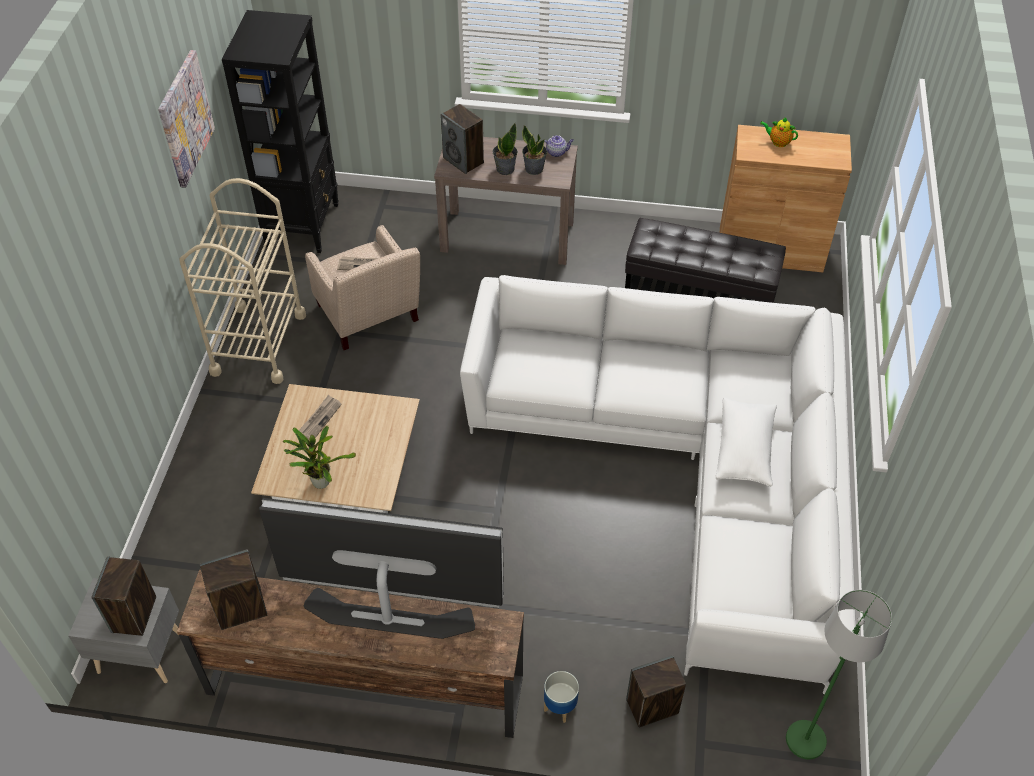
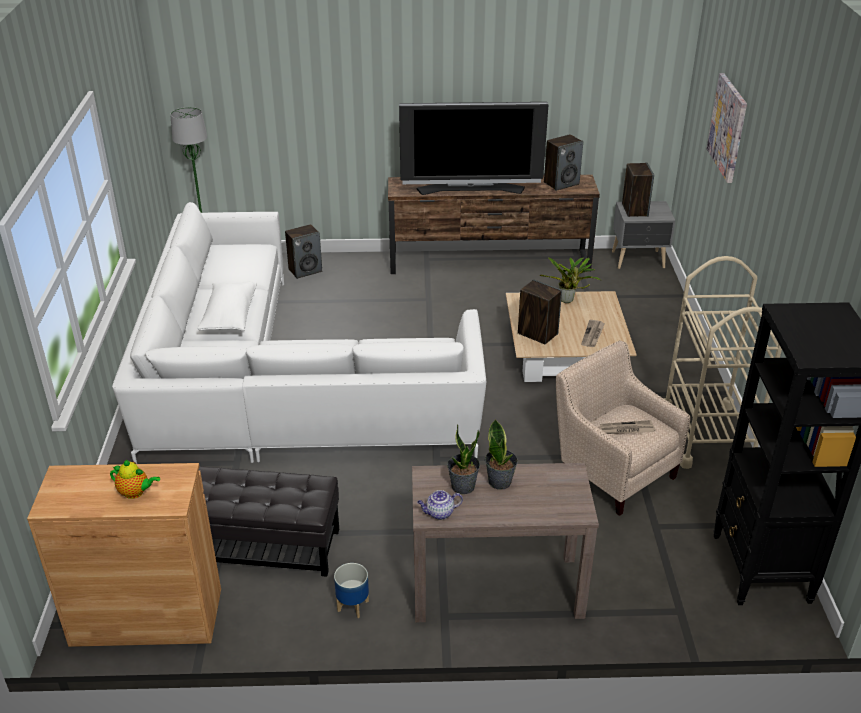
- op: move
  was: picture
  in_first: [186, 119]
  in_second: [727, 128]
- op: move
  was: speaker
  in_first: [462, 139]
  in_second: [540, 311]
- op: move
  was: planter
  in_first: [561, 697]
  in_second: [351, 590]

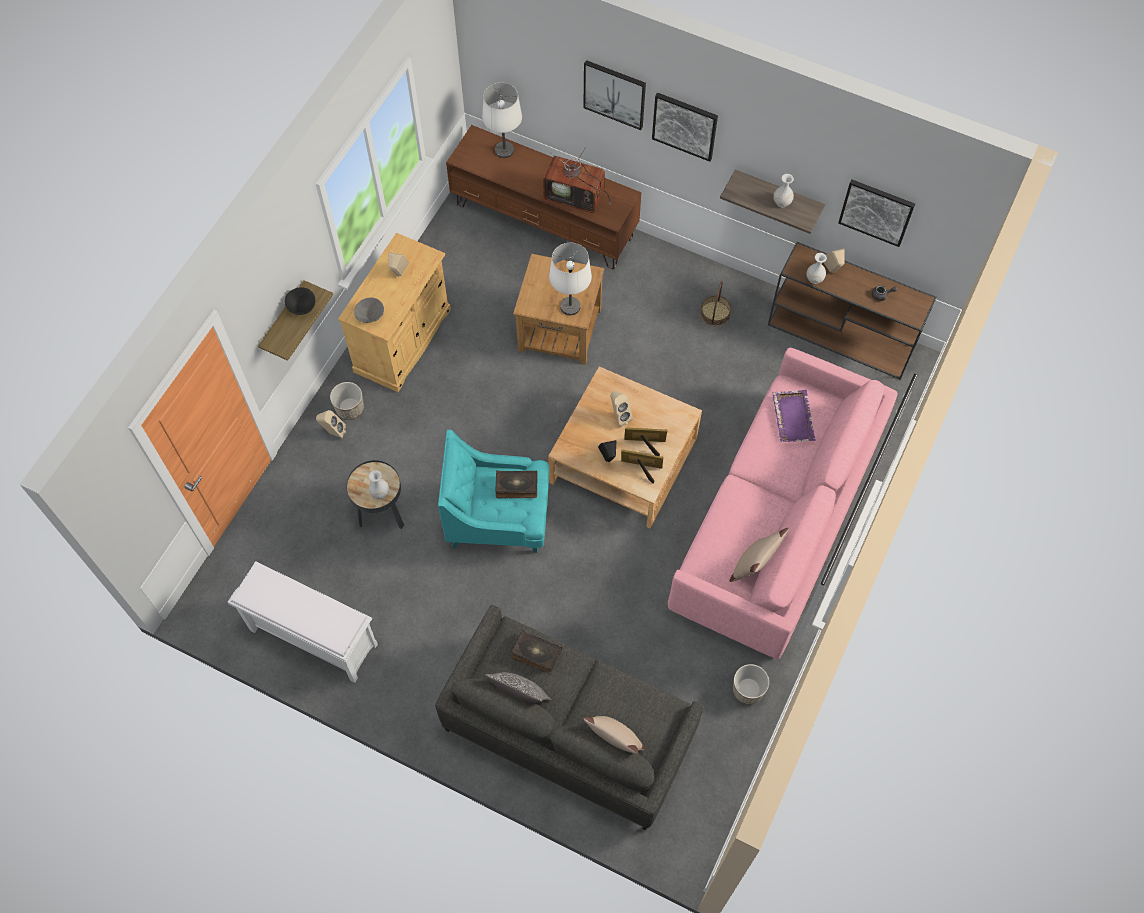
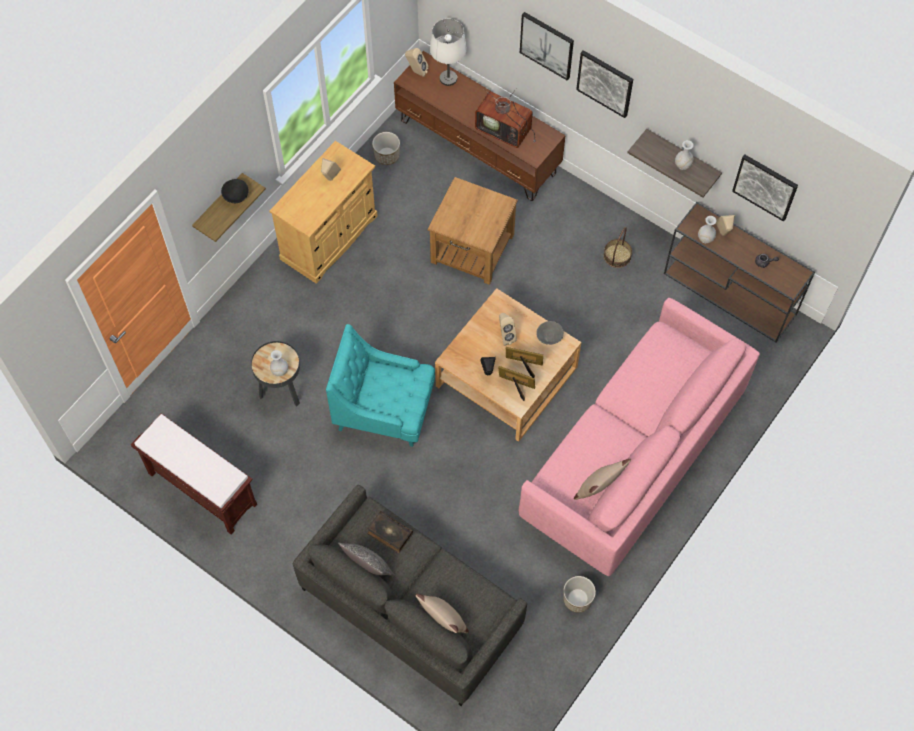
- op: delete
  was: book
  in_first: [516, 484]
- op: delete
  was: table lamp (white)
  in_first: [570, 279]
- op: delete
  was: tray (purple)
  in_first: [794, 416]
- op: move
  was: speaker (beige)
  in_first: [331, 424]
  in_second: [416, 62]
- op: move
  was: planter
  in_first: [347, 401]
  in_second: [386, 148]
- op: move
  was: bowl (grey)
  in_first: [369, 310]
  in_second: [550, 333]
- op: recolor
  was: bench (white)
  now: bench (brown)
  in_first: [303, 622]
  in_second: [194, 474]

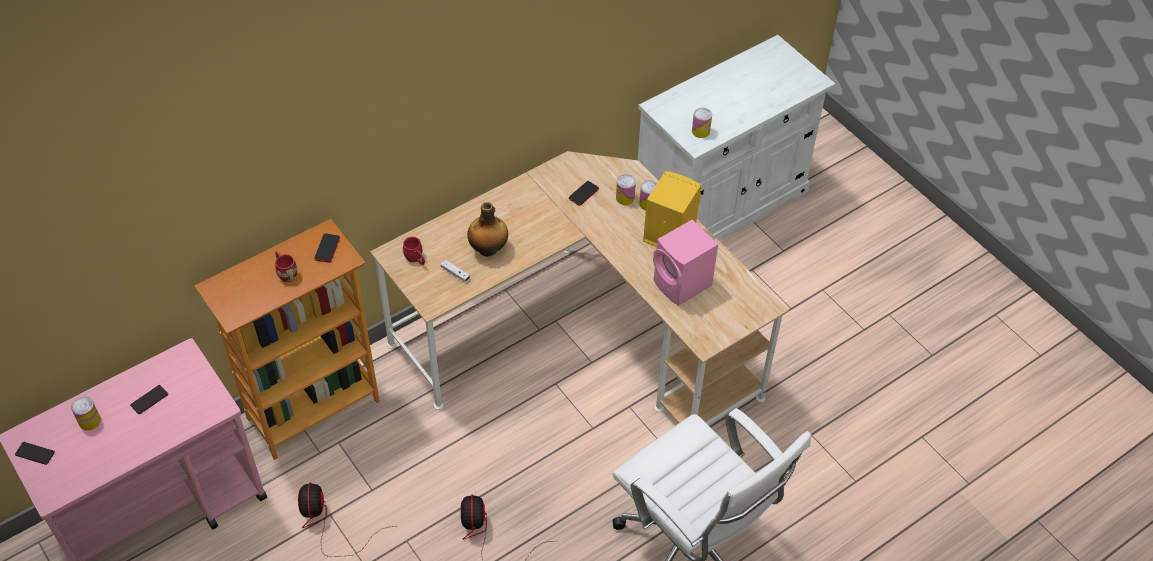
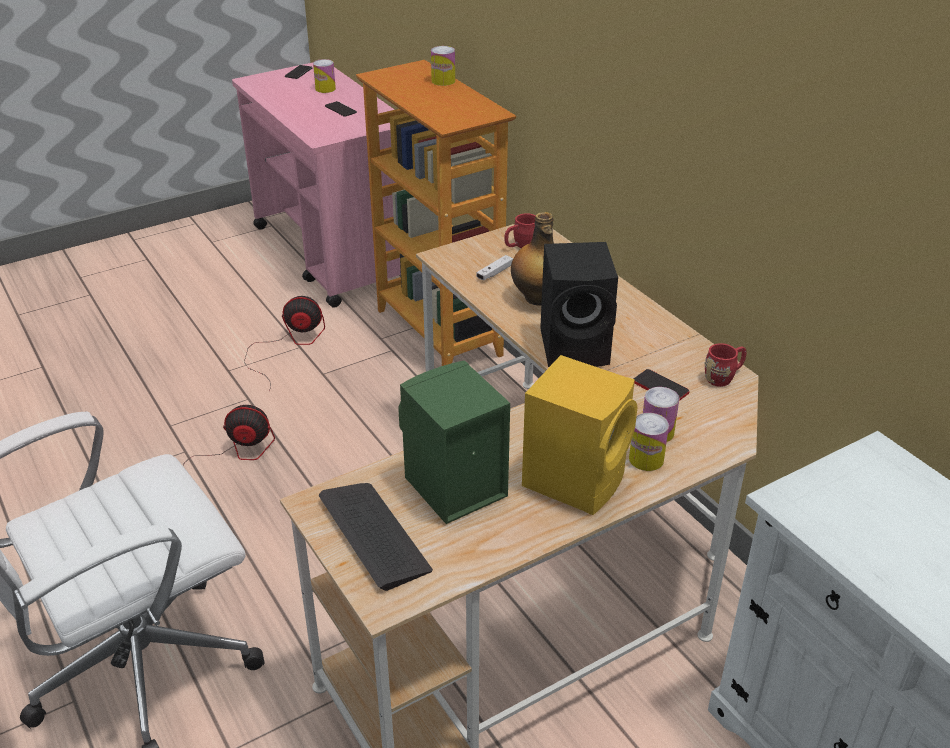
- op: delete
  was: phone
  in_first: [327, 248]
- op: insert
  now: keyboard
  in_second: [376, 537]
- op: insert
  now: speaker (black)
  in_second: [579, 304]
- op: move
  was: mug (red)
  in_first: [286, 266]
  in_second: [726, 365]
- op: move
  was: can
  in_first: [702, 123]
  in_second: [443, 66]
- op: recolor
  was: speaker (pink)
  now: speaker (green)
  in_first: [685, 263]
  in_second: [454, 442]

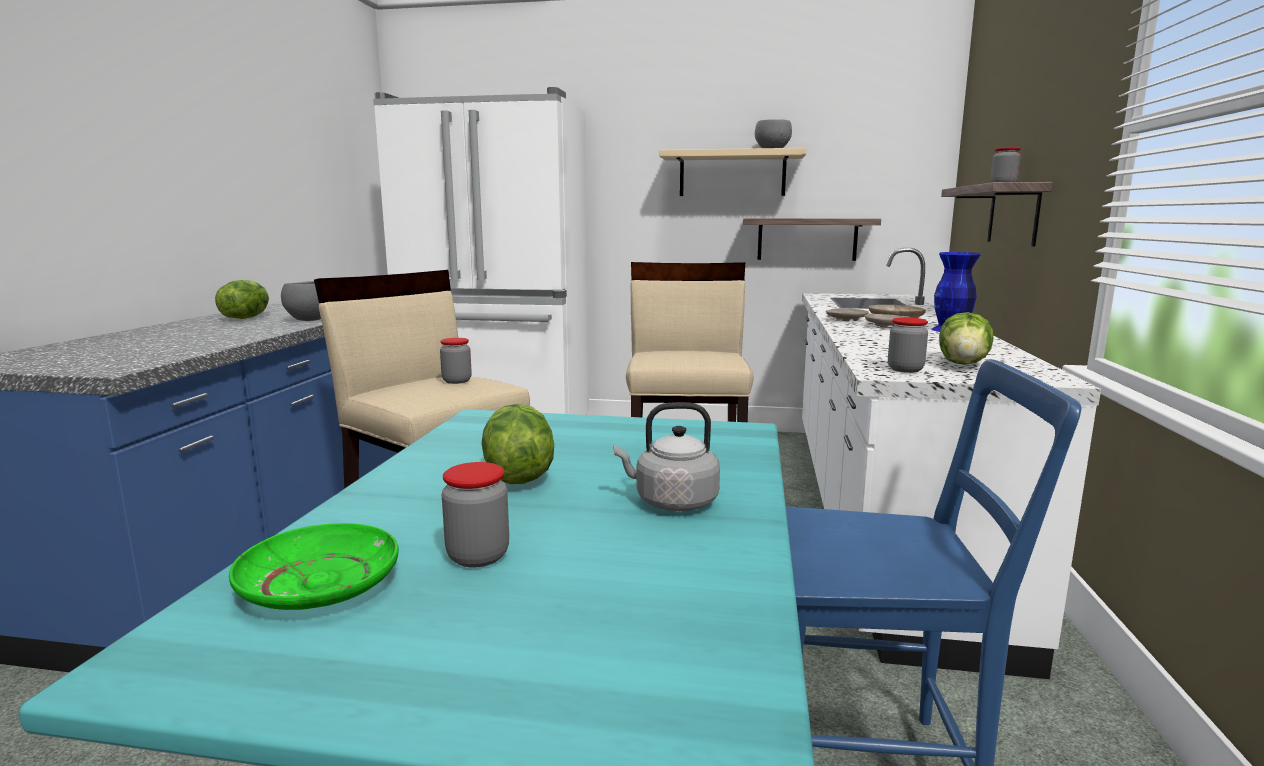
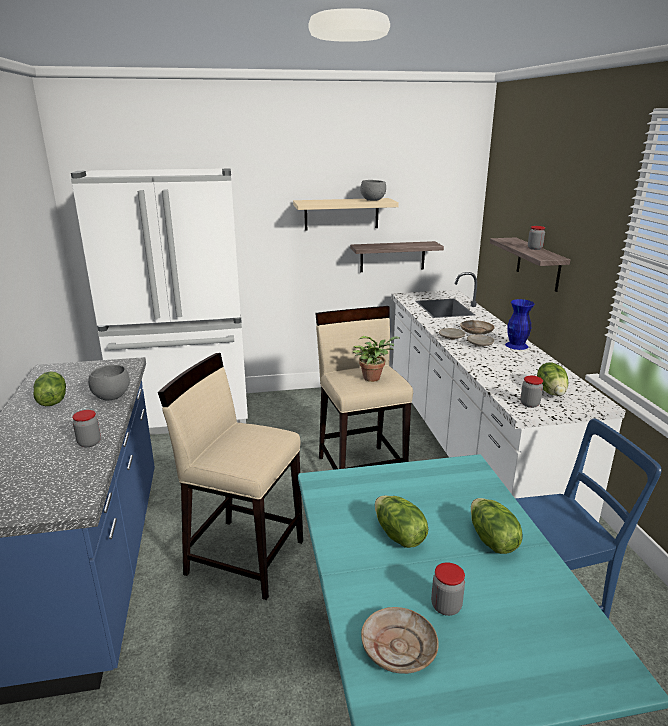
- op: insert
  now: potted plant
  in_second: [376, 359]
- op: move
  was: jar
  in_first: [456, 361]
  in_second: [86, 428]
- op: replace
  was: kettle (grey)
  now: lettuce
  in_first: [667, 456]
  in_second: [496, 526]
- op: recolor
  was: plate (green)
  now: plate (beige)
  in_first: [314, 566]
  in_second: [400, 640]

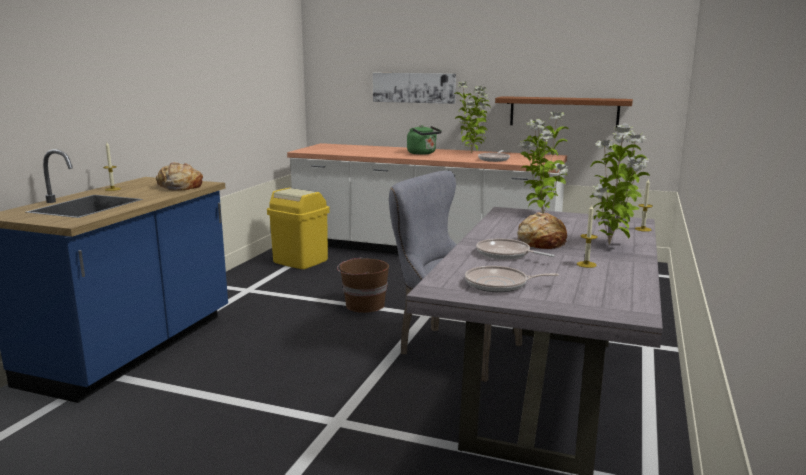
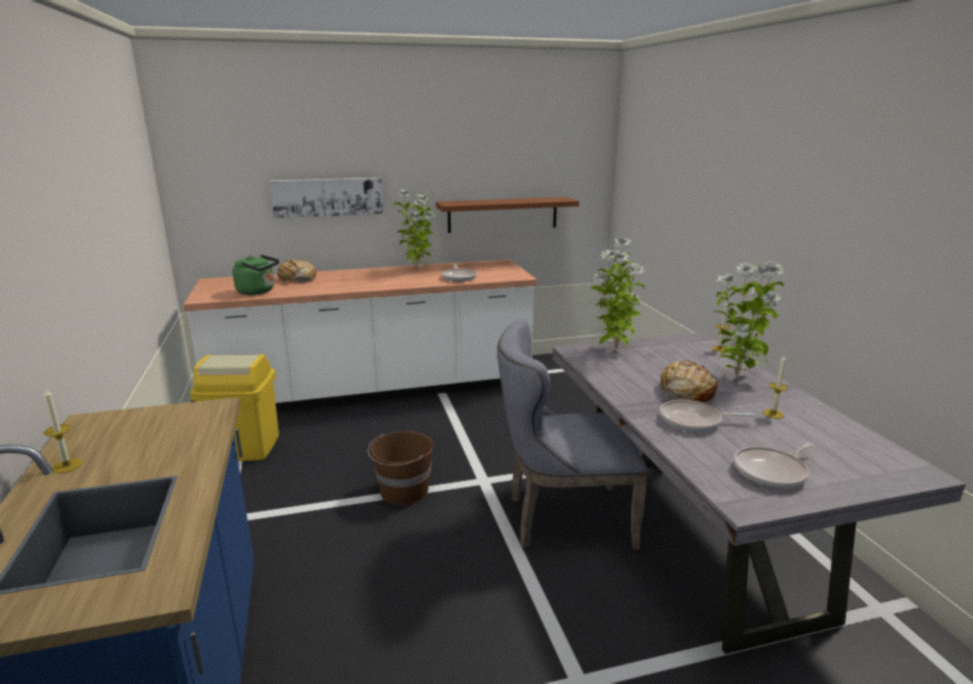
- op: move
  was: bread
  in_first: [179, 176]
  in_second: [296, 271]
- op: move
  was: kettle (green)
  in_first: [424, 140]
  in_second: [255, 275]

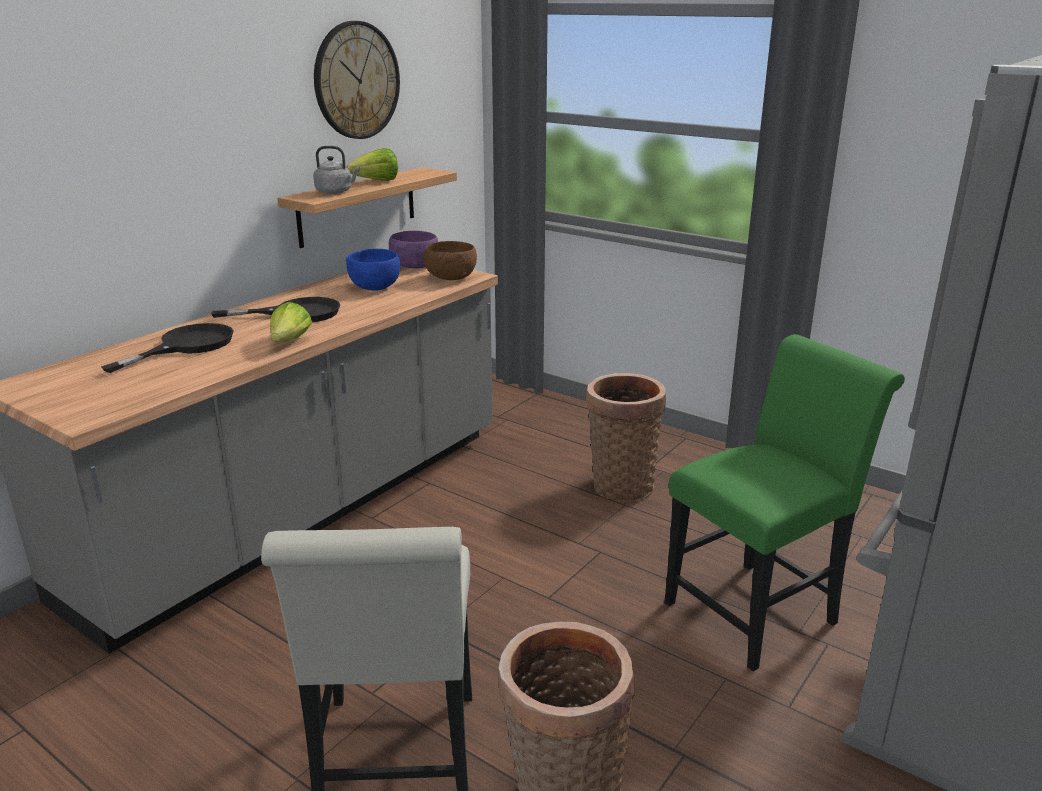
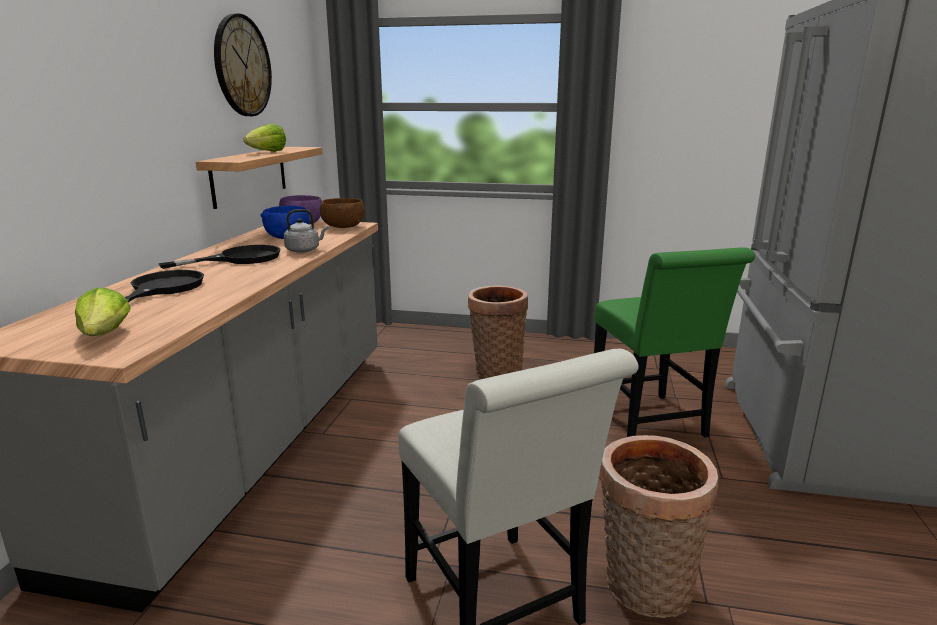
- op: move
  was: lettuce
  in_first: [291, 322]
  in_second: [103, 312]
- op: move
  was: kettle (grey)
  in_first: [336, 170]
  in_second: [306, 231]
- op: rotate
  was: chair (green)
  in_first: [784, 502]
  in_second: [674, 342]
  clockwise: 135

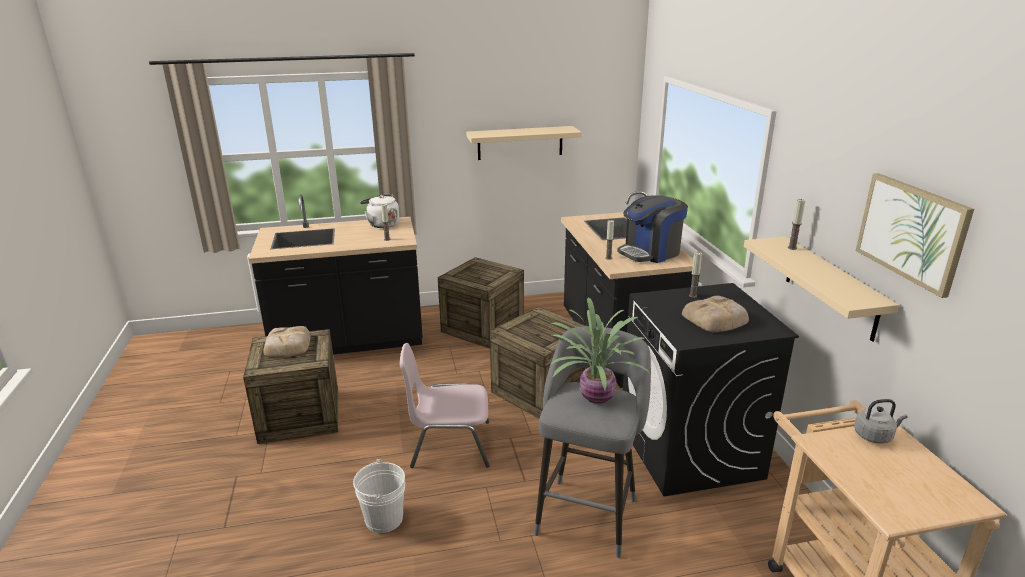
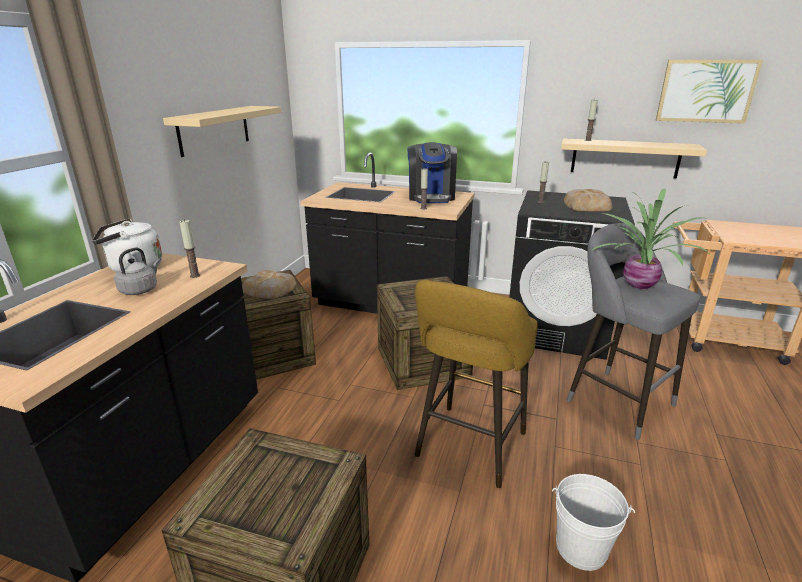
- op: move
  was: bread
  in_first: [286, 341]
  in_second: [269, 284]
- op: move
  was: kettle (grey)
  in_first: [880, 421]
  in_second: [137, 271]
- op: replace
  was: chair (pink)
  now: stool (yellow)
  in_first: [444, 405]
  in_second: [476, 384]

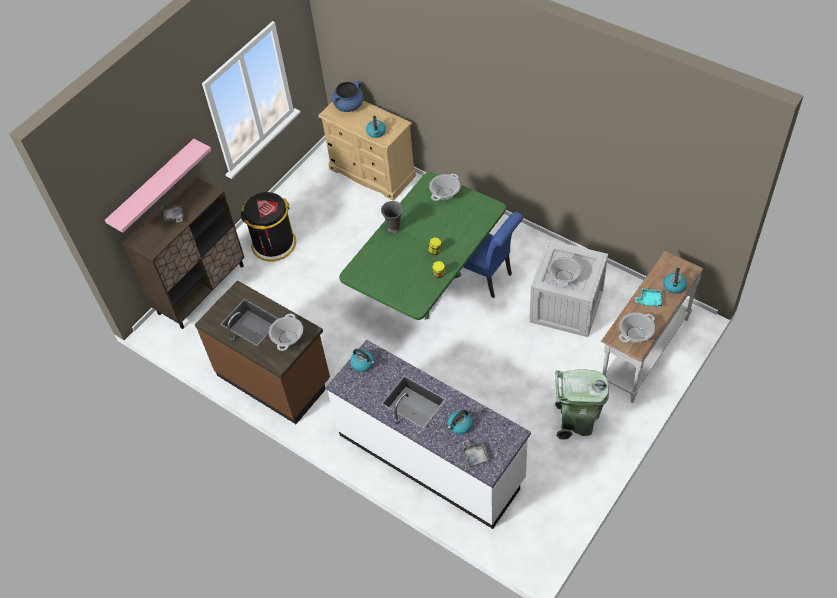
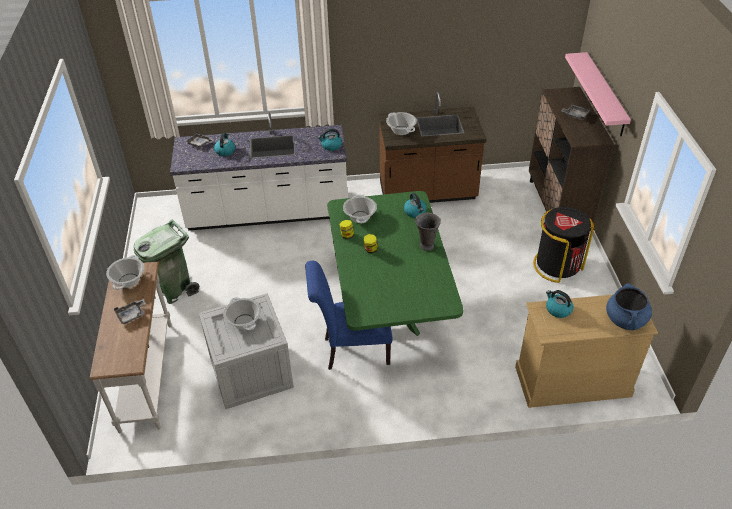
- op: move
  was: cooking pot
  in_first: [444, 187]
  in_second: [360, 209]
- op: move
  was: kettle
  in_first: [675, 280]
  in_second: [415, 205]
- op: recolor
  was: tray (turquoise)
  now: tray (grey)
  in_first: [648, 297]
  in_second: [130, 311]

